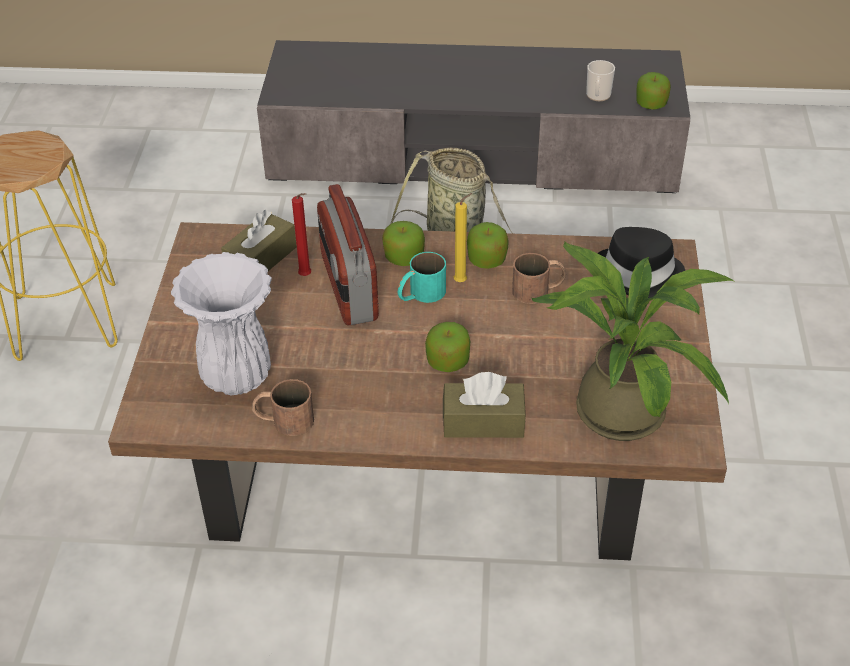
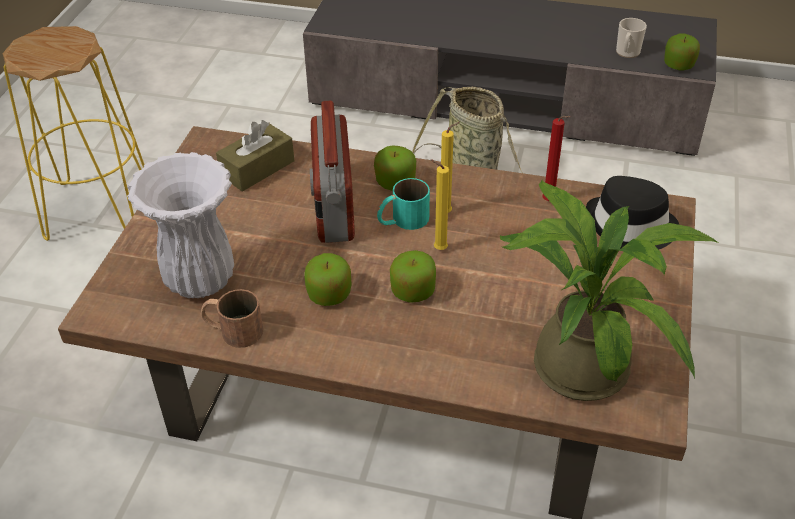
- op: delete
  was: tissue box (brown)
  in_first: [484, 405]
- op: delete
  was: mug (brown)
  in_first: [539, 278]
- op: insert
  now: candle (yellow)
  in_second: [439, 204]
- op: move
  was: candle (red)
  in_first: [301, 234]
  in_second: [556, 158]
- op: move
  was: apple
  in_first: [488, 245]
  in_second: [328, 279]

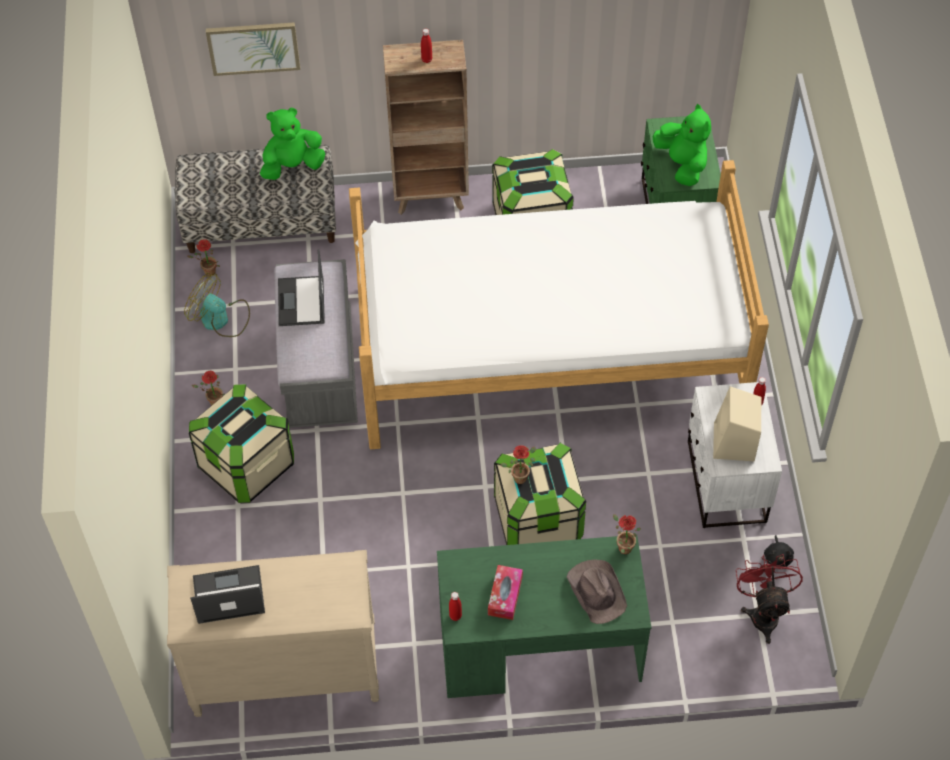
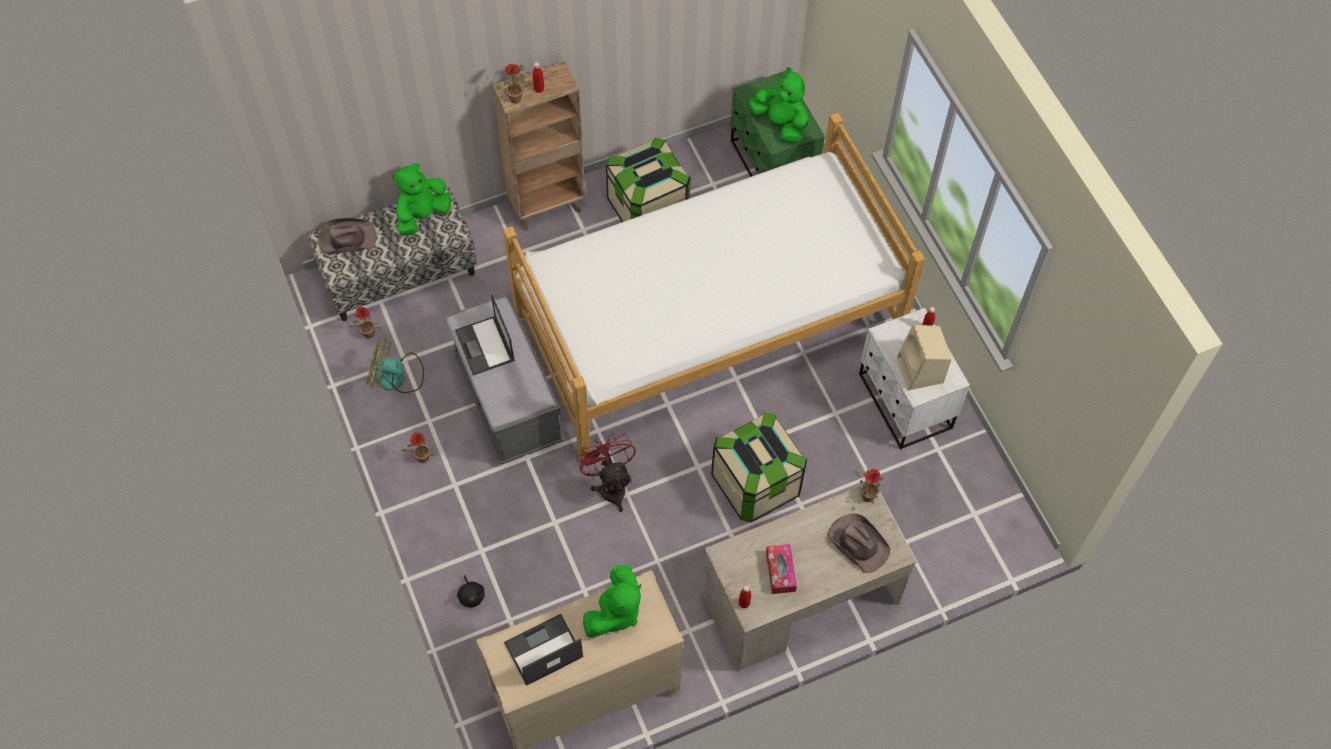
- op: delete
  was: storage box
  in_first: [241, 443]
- op: delete
  was: picture
  in_first: [253, 49]
- op: insert
  now: hat (brown)
  in_second: [347, 235]
- op: insert
  now: plush toy (green)
  in_second: [612, 601]
- op: move
  was: potted plant
  in_first: [518, 464]
  in_second: [511, 84]
- op: move
  was: fan (red)
  in_first: [769, 599]
  in_second: [606, 472]
- op: move
  was: plush toy (black)
  in_first: [779, 552]
  in_second: [471, 591]
- op: recolor
  was: desk (green)
  now: desk (beige)
  in_first: [544, 616]
  in_second: [810, 578]

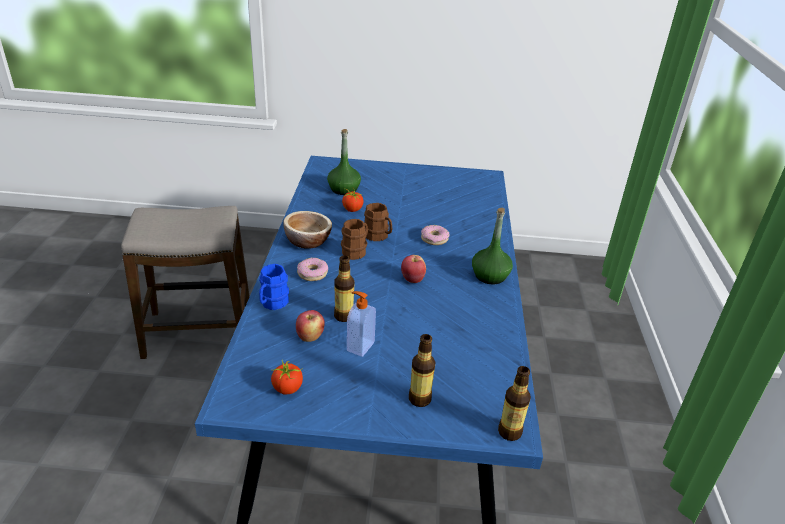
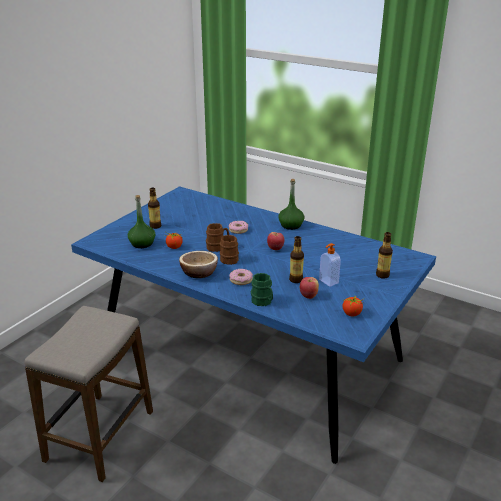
- op: move
  was: bottle
  in_first: [514, 403]
  in_second: [154, 208]
- op: recolor
  was: mug (blue)
  now: mug (green)
  in_first: [274, 287]
  in_second: [262, 289]

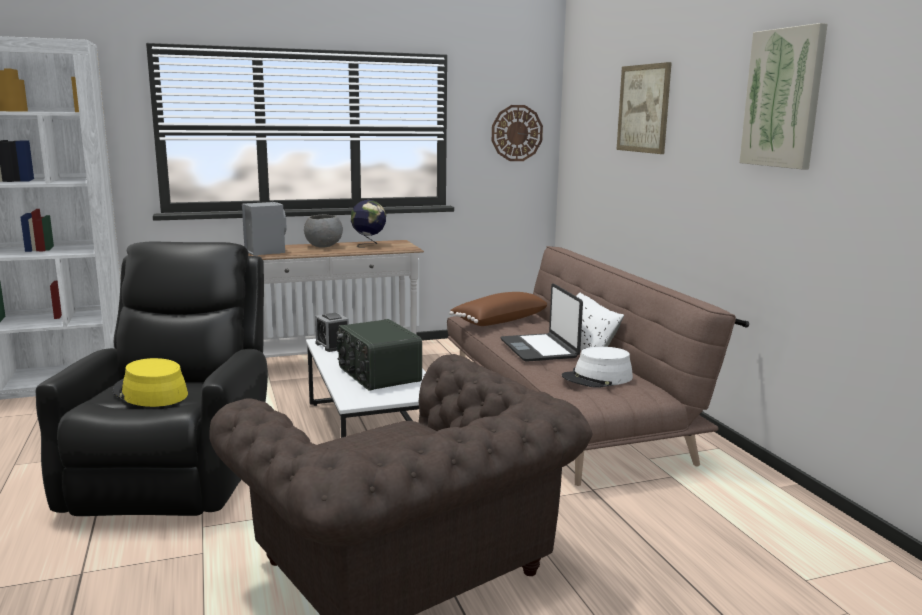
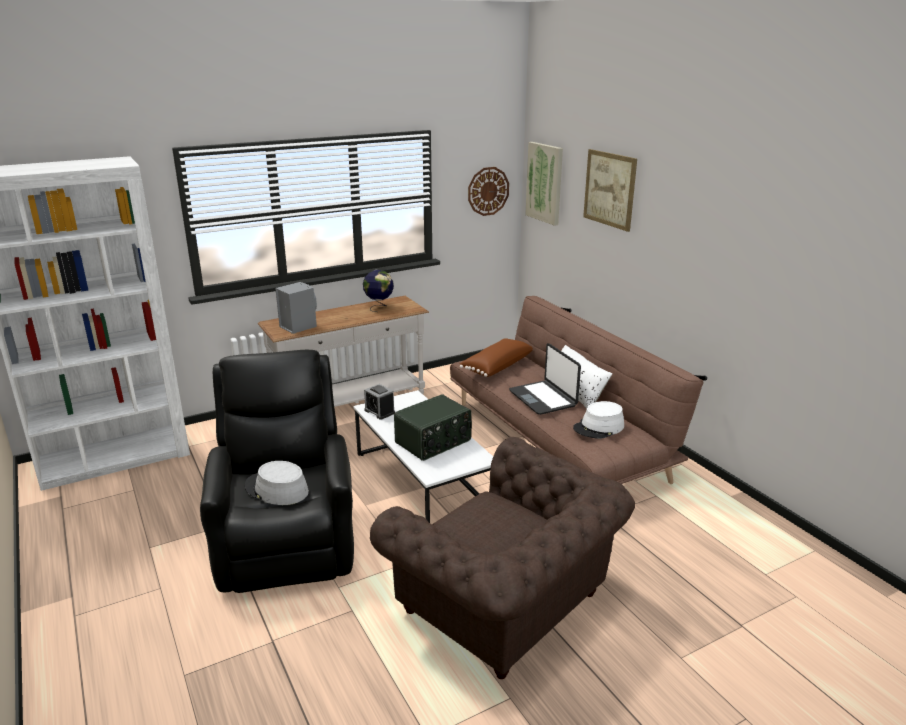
- op: delete
  was: bowl (grey)
  in_first: [323, 231]
- op: move
  was: picture
  in_first: [783, 96]
  in_second: [544, 184]
- op: recolor
  was: hat (yellow)
  now: hat (grey)
  in_first: [150, 382]
  in_second: [277, 483]
- op: rotate
  was: radio
  in_first: [379, 355]
  in_second: [433, 427]
  clockwise: -90

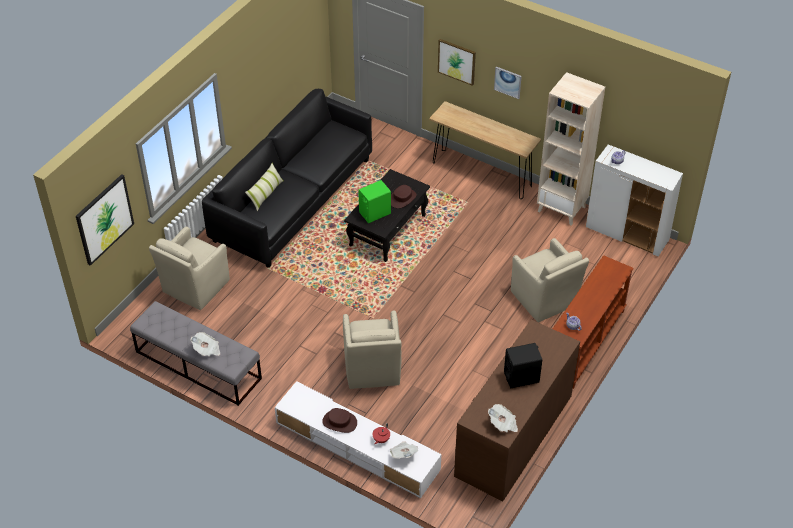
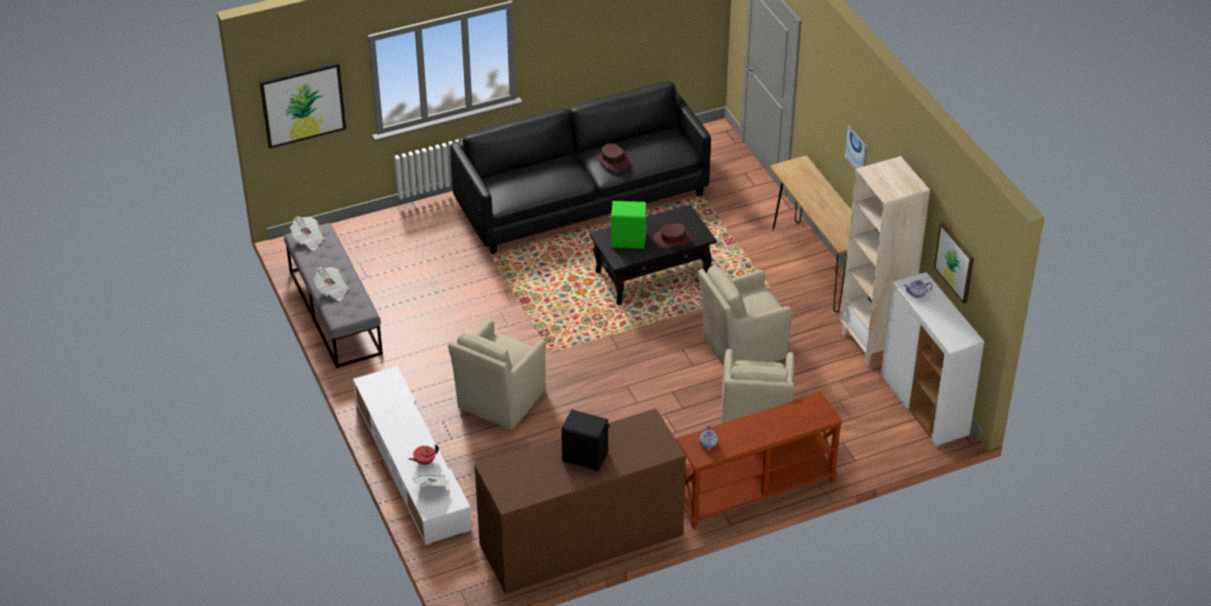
- op: delete
  was: pillow
  in_first: [264, 187]
- op: move
  was: armchair (beige)
  in_first: [189, 268]
  in_second: [745, 316]
- op: move
  was: hat (brown)
  in_first: [339, 420]
  in_second: [613, 157]
- op: move
  was: picture
  in_first: [457, 62]
  in_second: [954, 262]
- op: move
  was: newspaper
  in_first: [503, 418]
  in_second: [307, 233]

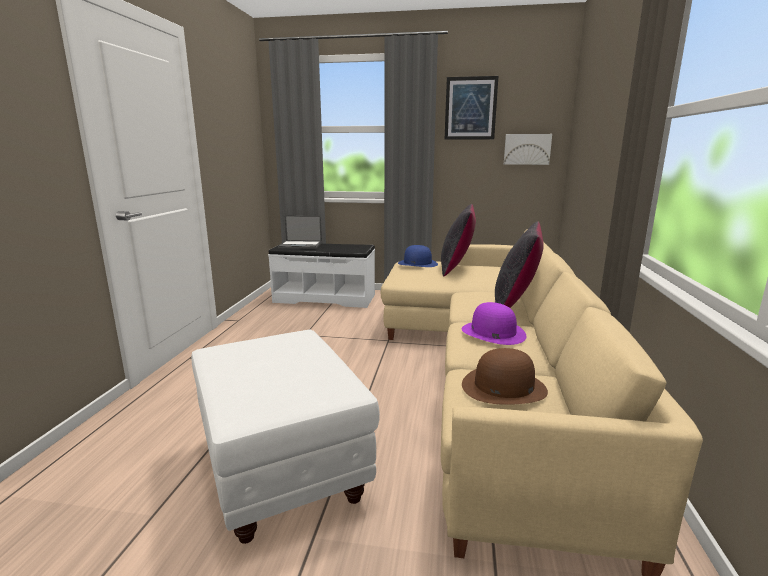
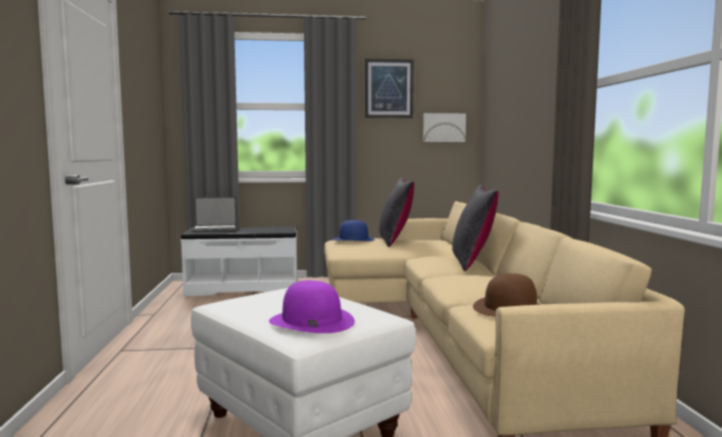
- op: move
  was: hat (purple)
  in_first: [494, 323]
  in_second: [312, 306]

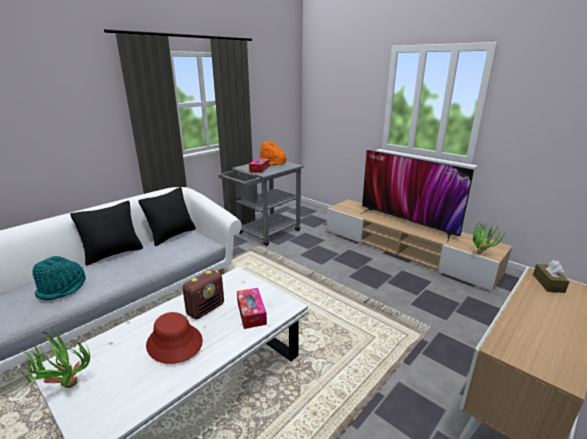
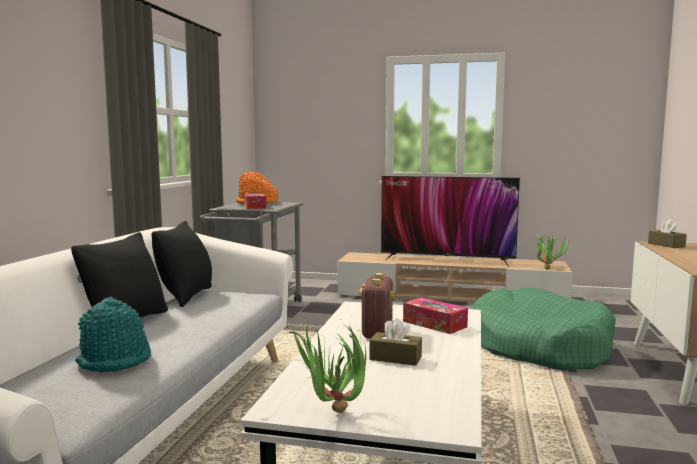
- op: insert
  now: dog bed (green)
  in_second: [544, 329]
- op: replace
  was: hat (red)
  now: tissue box (brown)
  in_first: [174, 338]
  in_second: [395, 342]

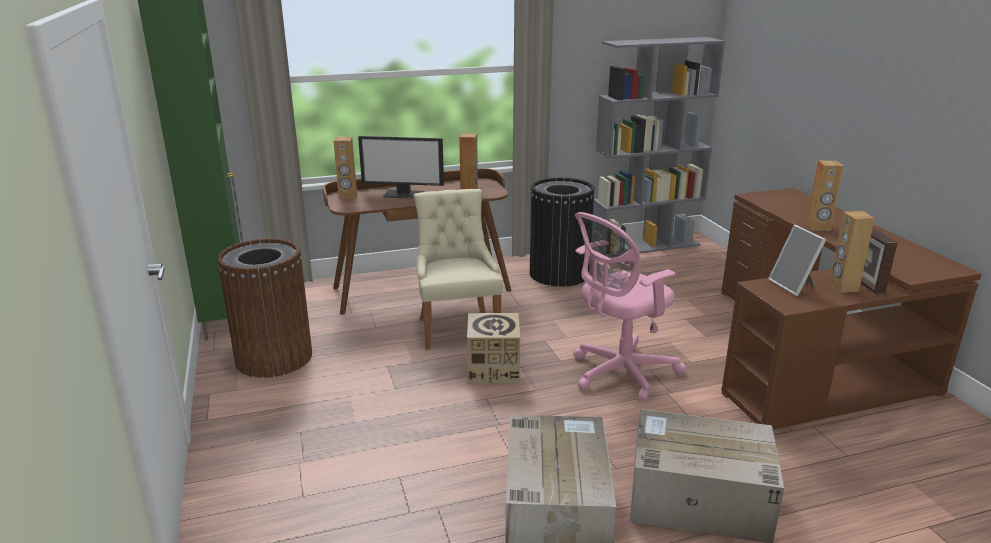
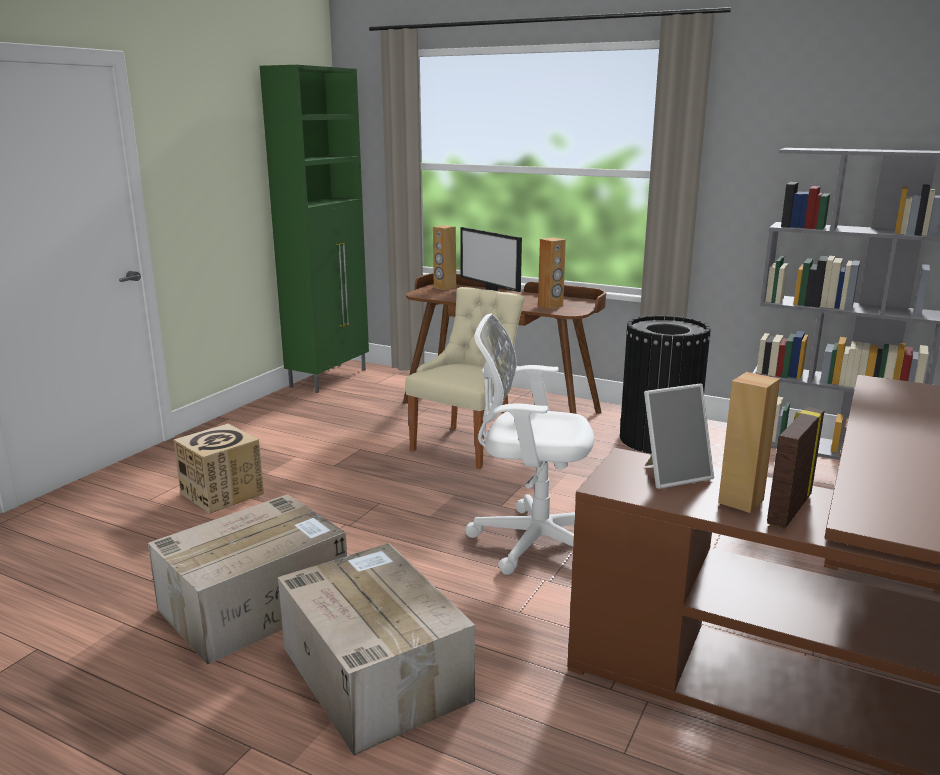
- op: delete
  was: trash can (brown)
  in_first: [264, 308]
- op: delete
  was: speaker (brown)
  in_first: [825, 195]
- op: move
  was: cardboard box
  in_first: [493, 348]
  in_second: [219, 469]
- op: recolor
  was: office chair (pink)
  now: office chair (white)
  in_first: [630, 307]
  in_second: [529, 444]
- op: rotate
  was: picture frame
  in_first: [797, 260]
  in_second: [679, 436]
  clockwise: -135

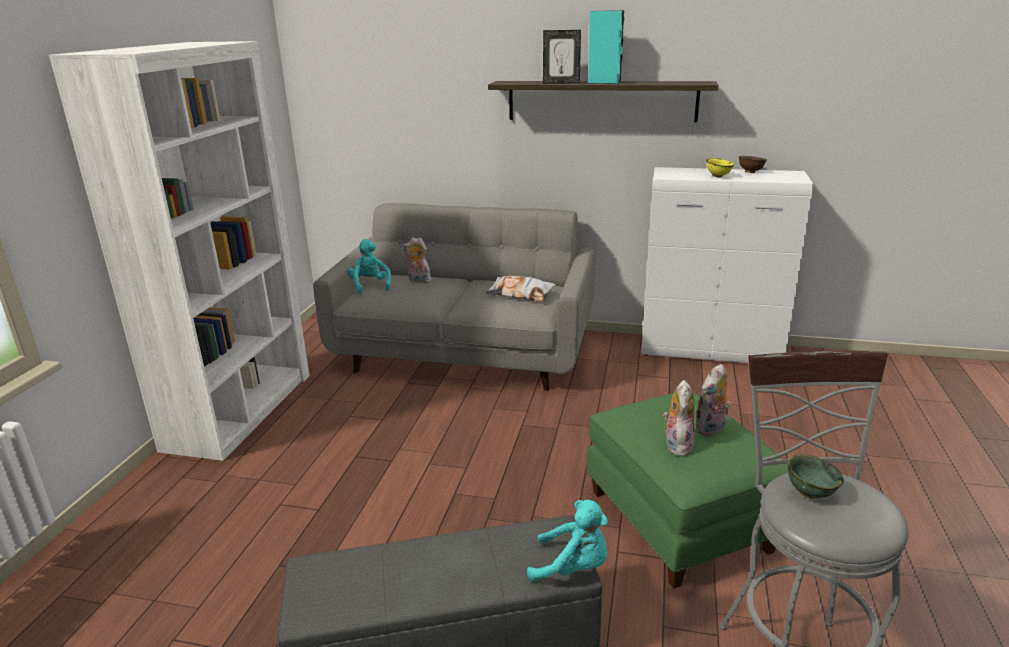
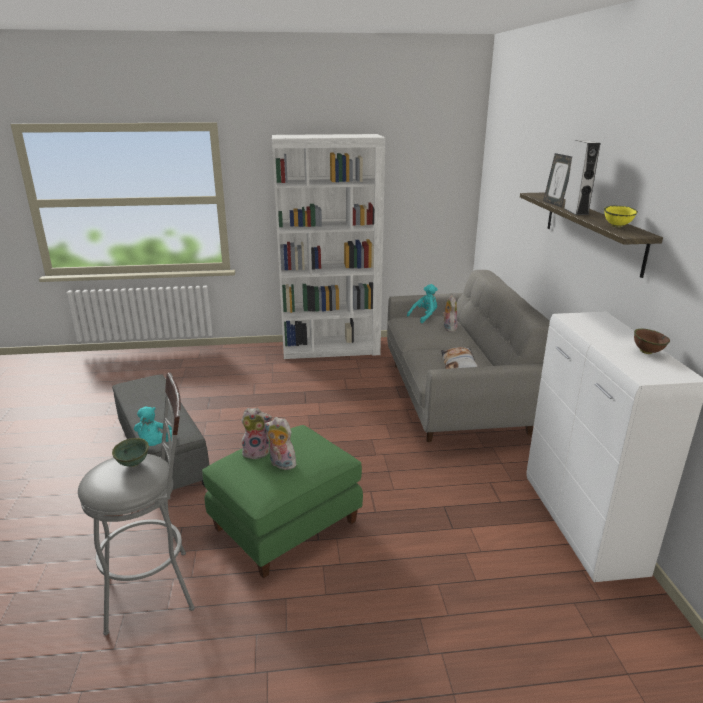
- op: move
  was: bowl (yellow)
  in_first: [720, 168]
  in_second: [621, 216]
- op: recolor
  was: speaker (turquoise)
  now: speaker (grey)
  in_first: [606, 47]
  in_second: [582, 177]

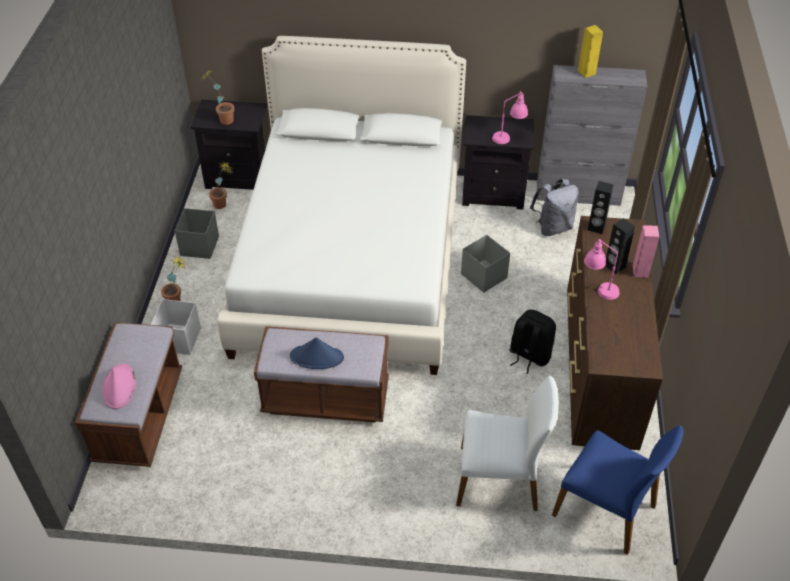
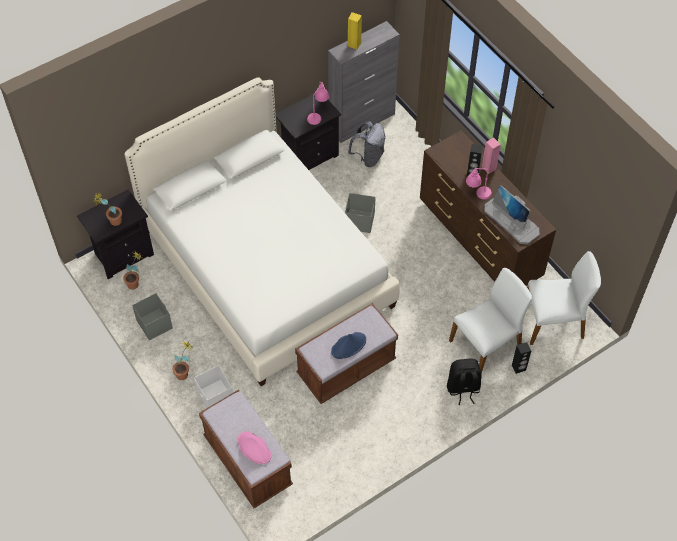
- op: insert
  now: monitor
  in_second: [512, 214]
- op: move
  was: backpack (black)
  in_first: [533, 341]
  in_second: [464, 382]
- op: move
  was: speaker (black)
  in_first: [601, 207]
  in_second: [521, 358]
- op: recolor
  was: chair (blue)
  now: chair (white)
  in_first: [618, 490]
  in_second: [564, 298]

